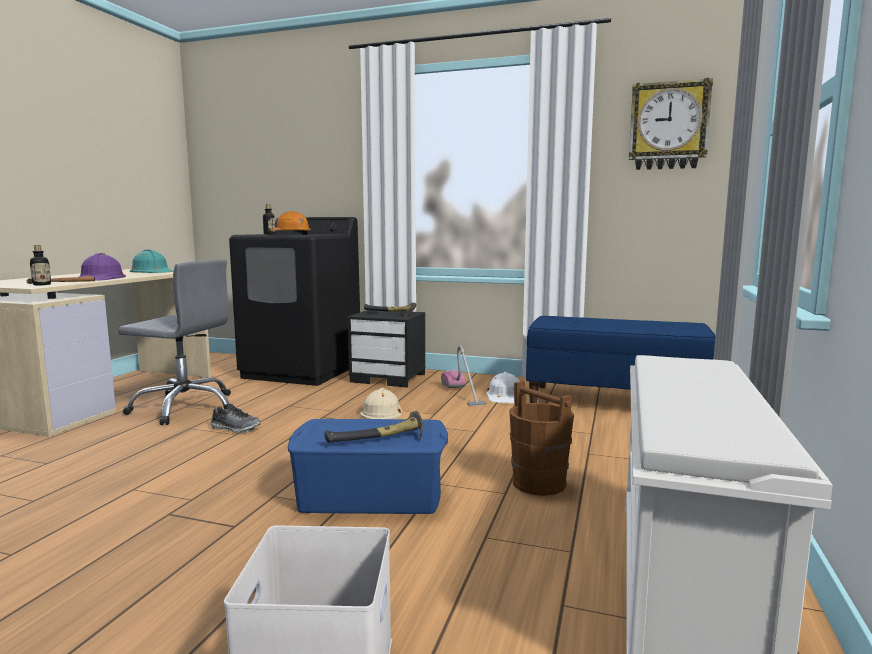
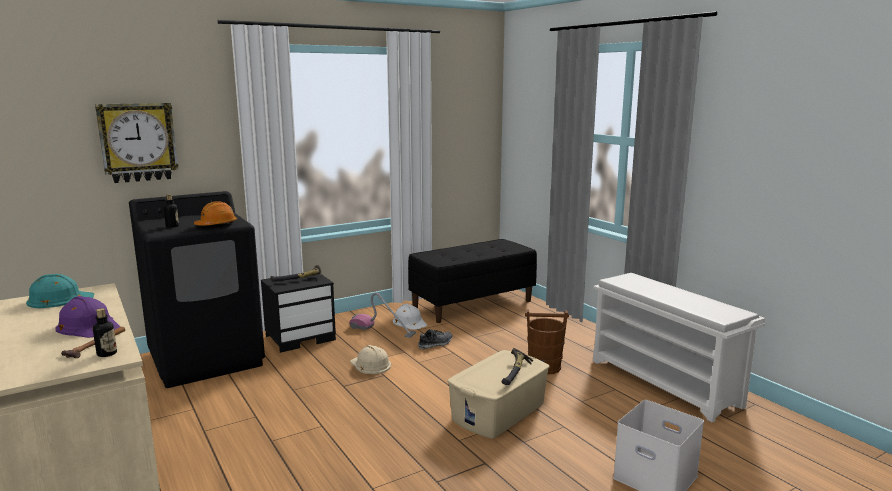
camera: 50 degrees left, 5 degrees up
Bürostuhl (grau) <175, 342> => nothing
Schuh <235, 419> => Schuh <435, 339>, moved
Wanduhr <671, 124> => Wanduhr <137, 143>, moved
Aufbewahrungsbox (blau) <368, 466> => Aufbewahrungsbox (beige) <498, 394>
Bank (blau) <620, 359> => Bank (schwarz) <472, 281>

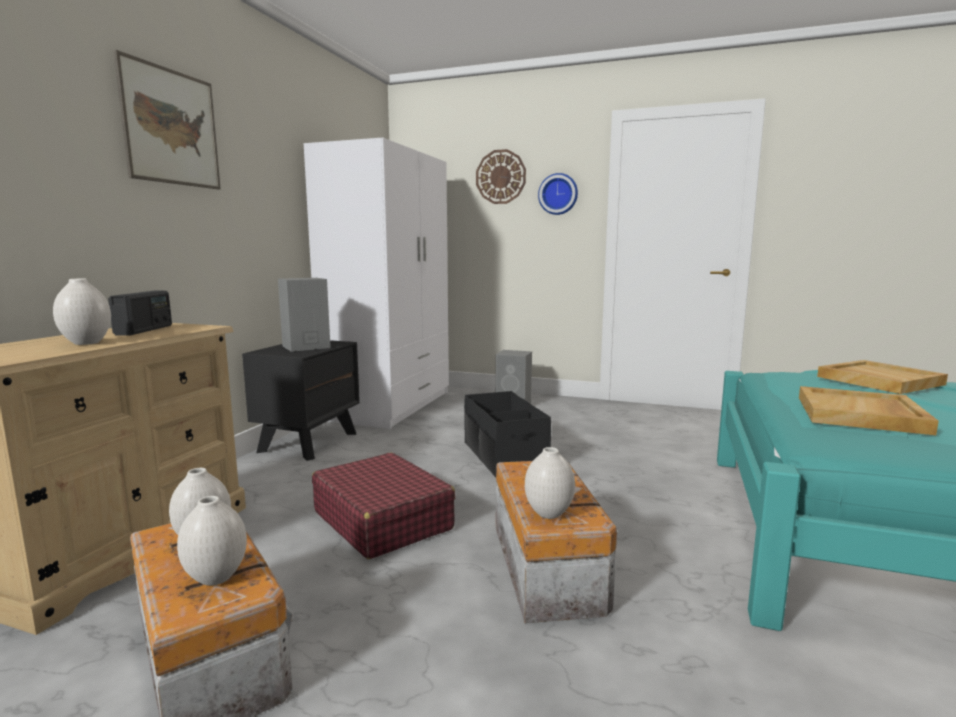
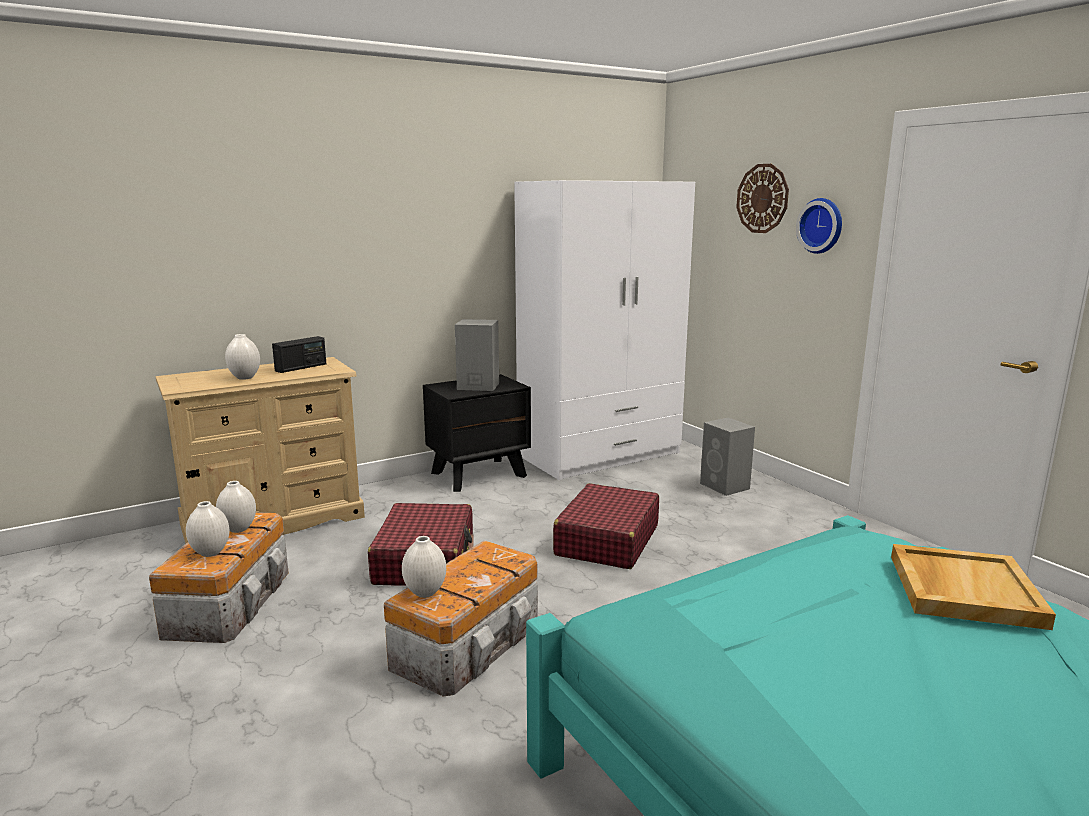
camera: 40 degrees right, 5 degrees up
Bild <167, 119> => nothing
Tablett (beige) <869, 410> => nothing
Aufbewahrungsbox (schwarz) <507, 434> => Koffer (rot) <606, 526>

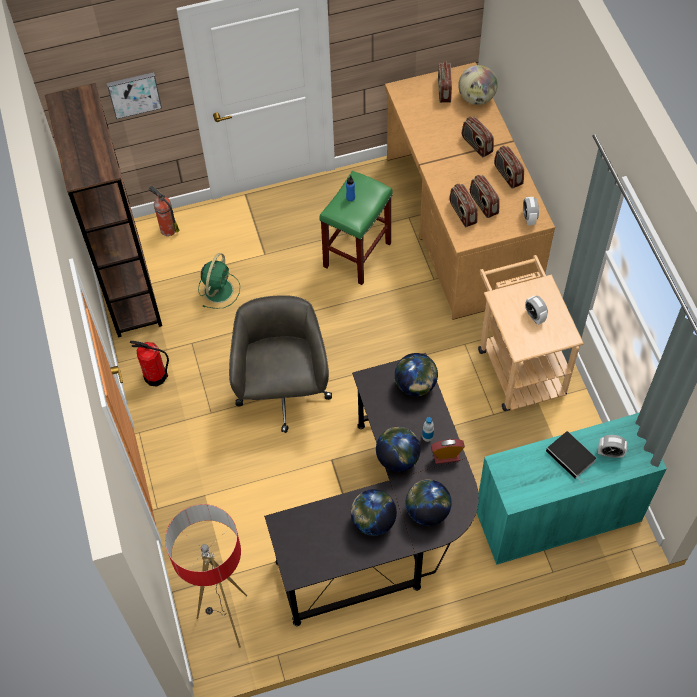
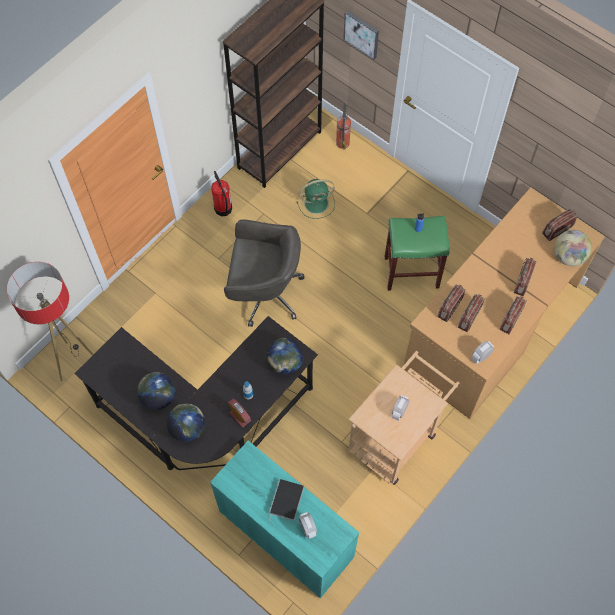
camera: 55 degrees right, 5 degrees up
Globus <398, 449> => nothing
Bürostuhl (grau) <280, 364> => Bürostuhl (grau) <264, 273>, 45 degrees clockwise

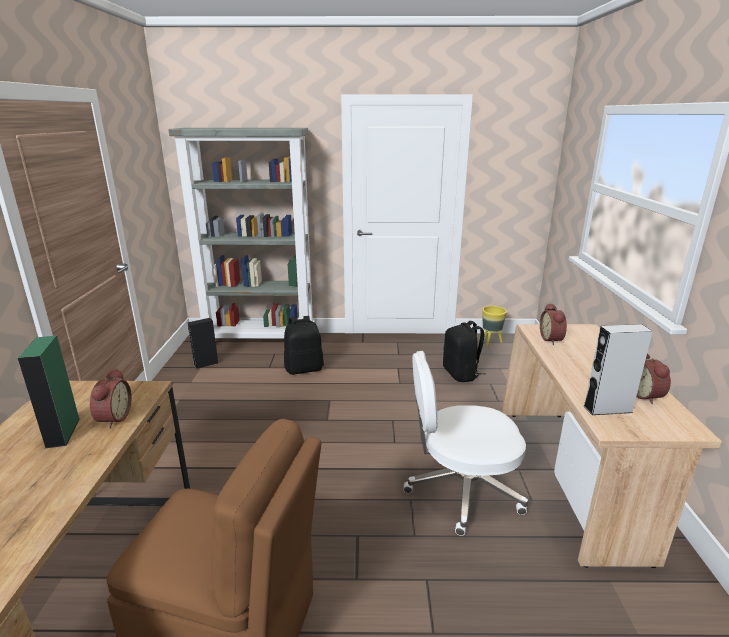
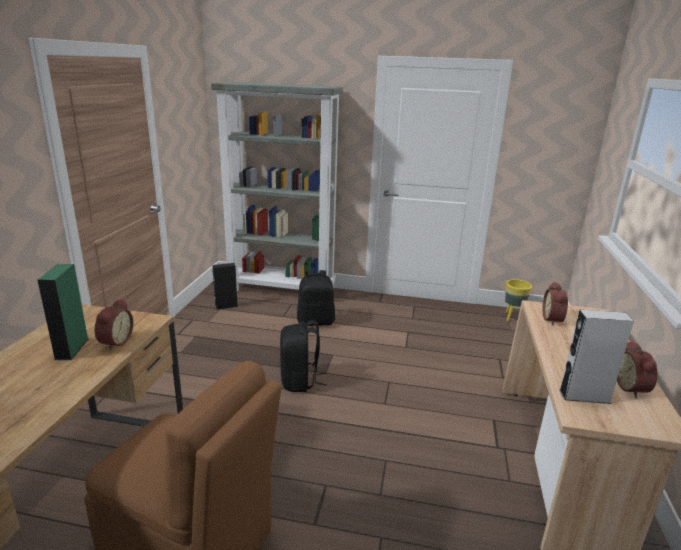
camera: 10 degrees right, 0 degrees up
Bürostuhl (weiß) <465, 443> => nothing
Rucksack (schwarz) <464, 351> => Rucksack (schwarz) <303, 356>, moved

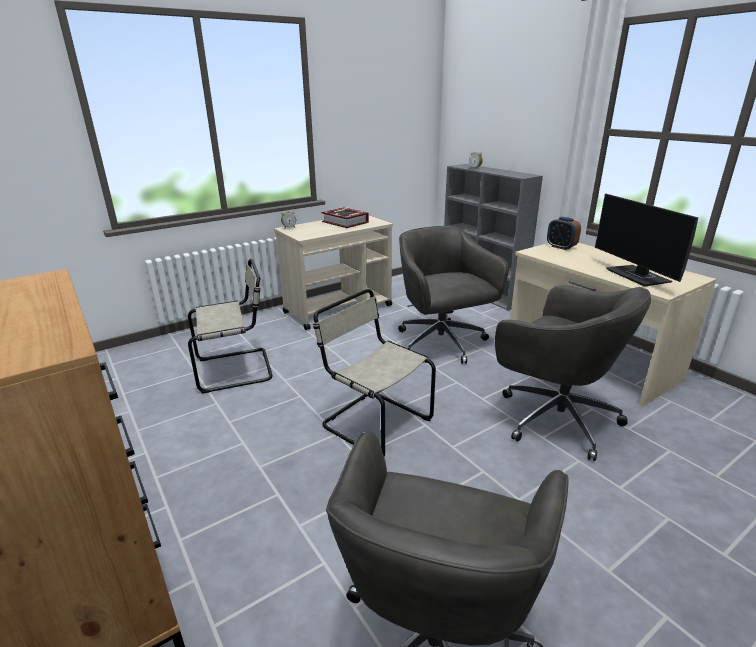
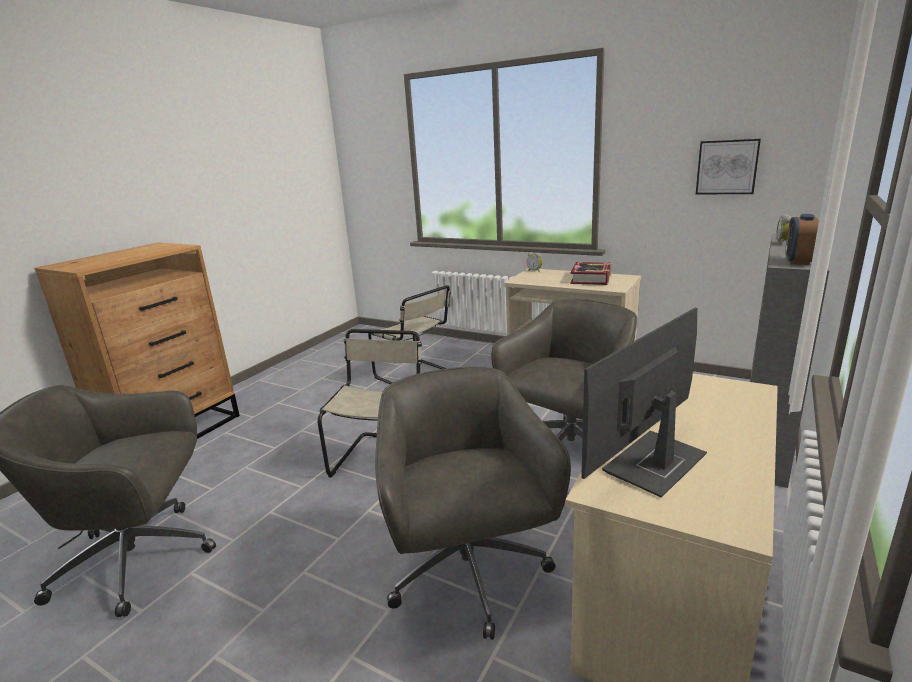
camera: 65 degrees right, 5 degrees down
nothing => Bild <728, 166>
Wecker <564, 233> => Wecker <802, 239>, moved
Bürostuhl (grau) <573, 373> => Bürostuhl (grau) <473, 503>, 150 degrees clockwise

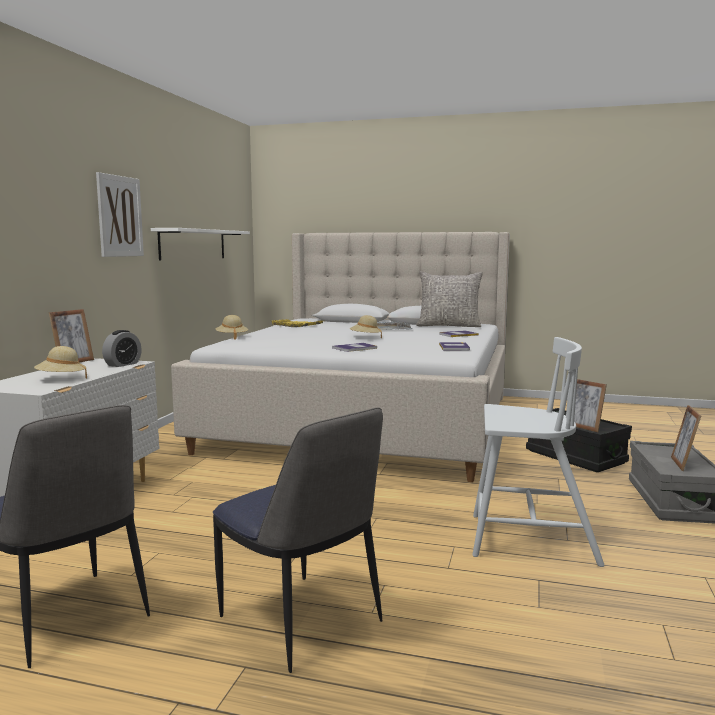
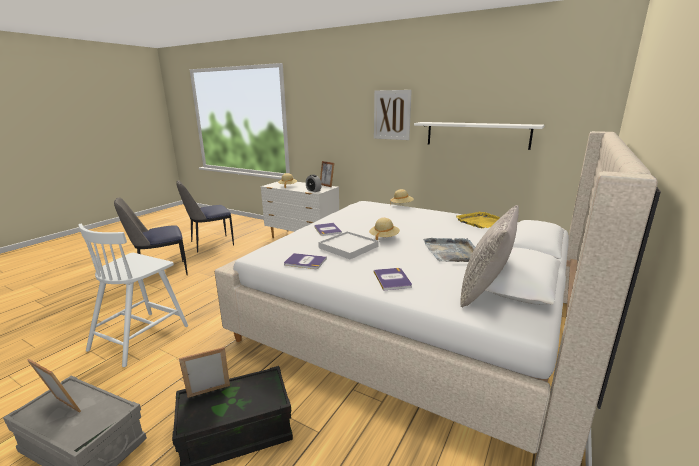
camera: 105 degrees right, 10 degrees up
nothing => Tablett (weiß) <348, 245>

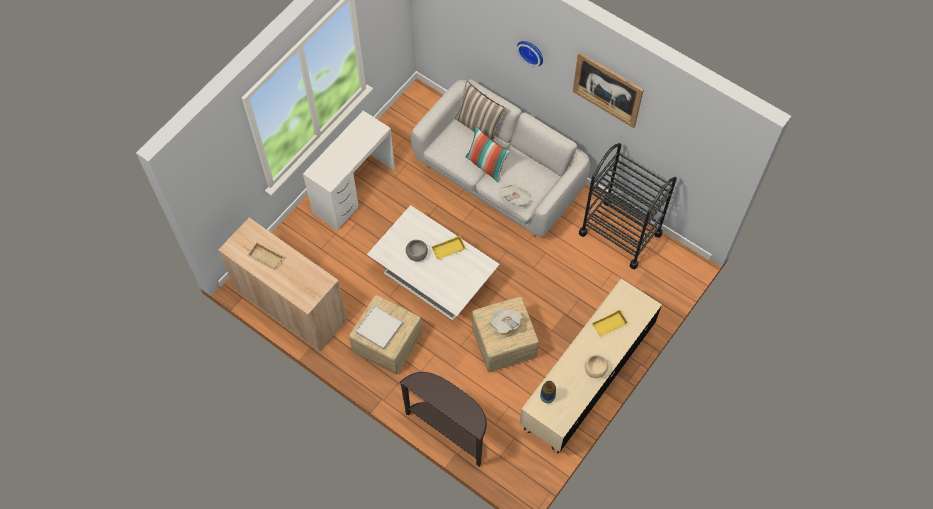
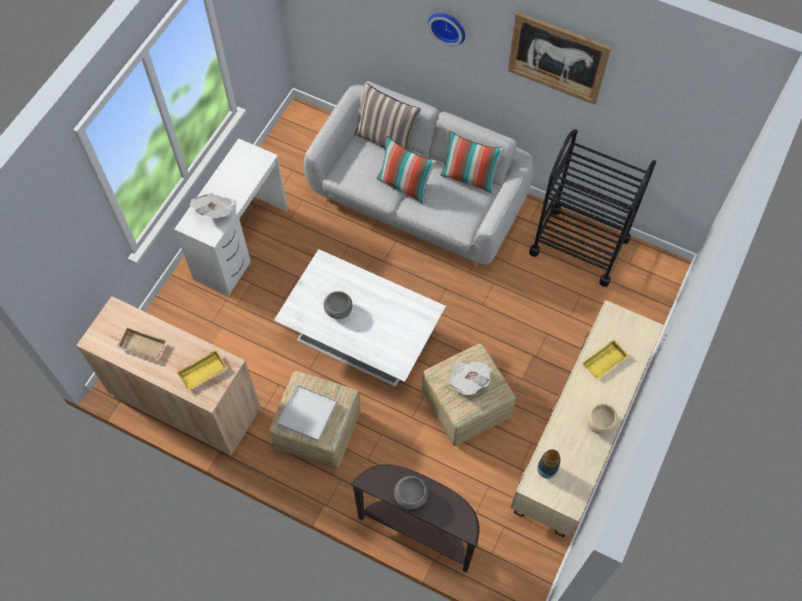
camera: 10 degrees left, 0 degrees up
nothing => Schüssel (grau) <411, 492>
nothing => Kissen <472, 162>
Tablett (gelb) <448, 247> => Tablett (gelb) <202, 370>, moved
Zeitung <515, 194> => Zeitung <212, 205>, moved

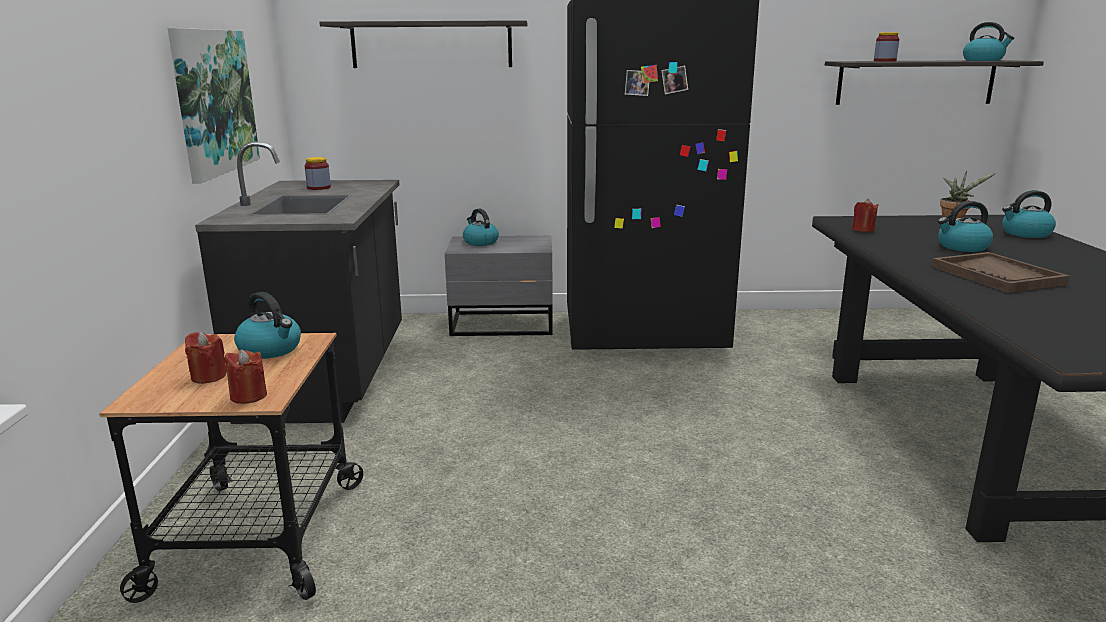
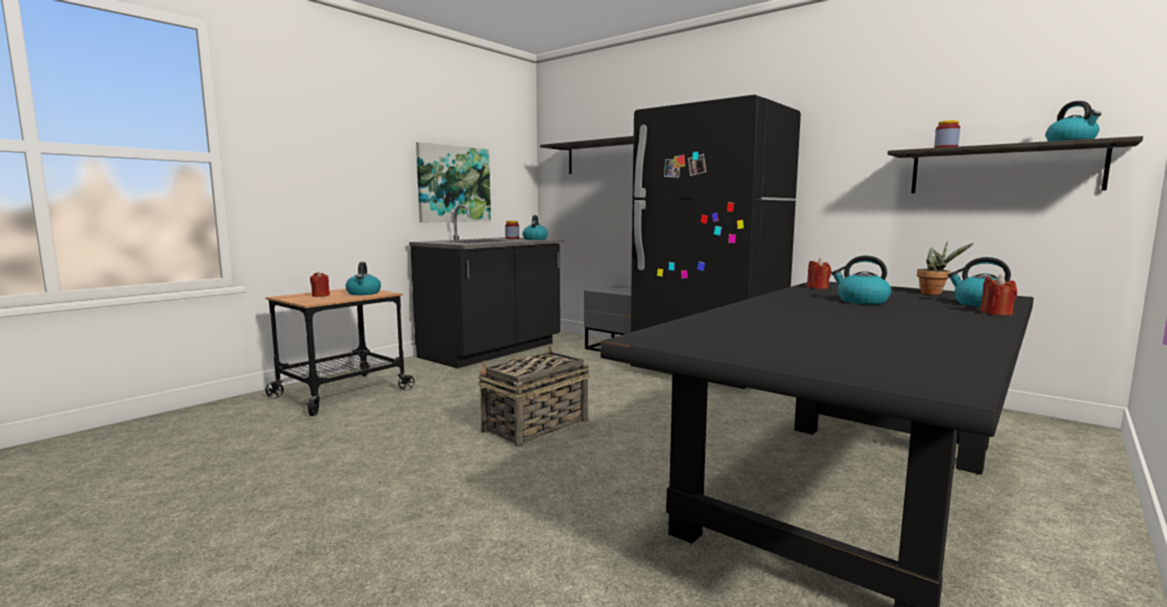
camera: 40 degrees right, 10 degrees down
Tablett (braun) <1000, 272> => nothing
nothing => Korb <534, 396>
Kerze (rot) <246, 377> => Kerze (rot) <998, 295>, moved
Wasserkessel <481, 227> => Wasserkessel <535, 227>, moved

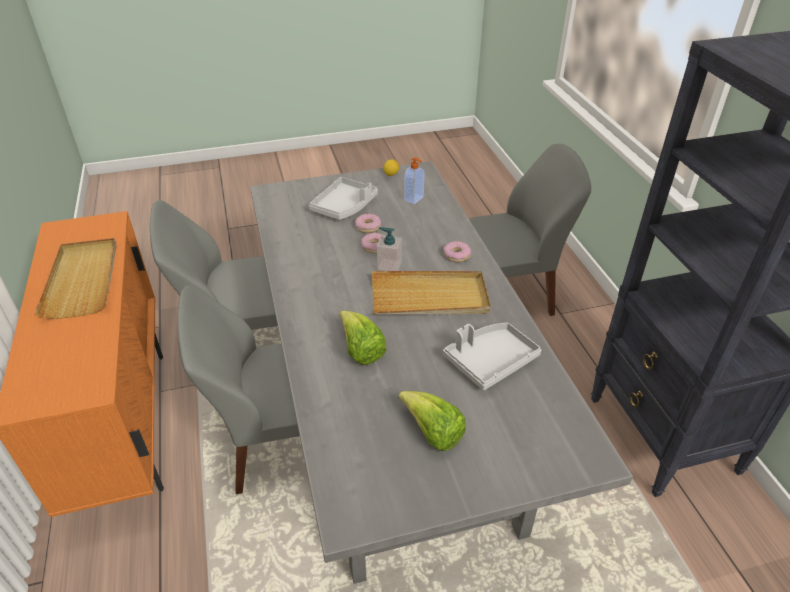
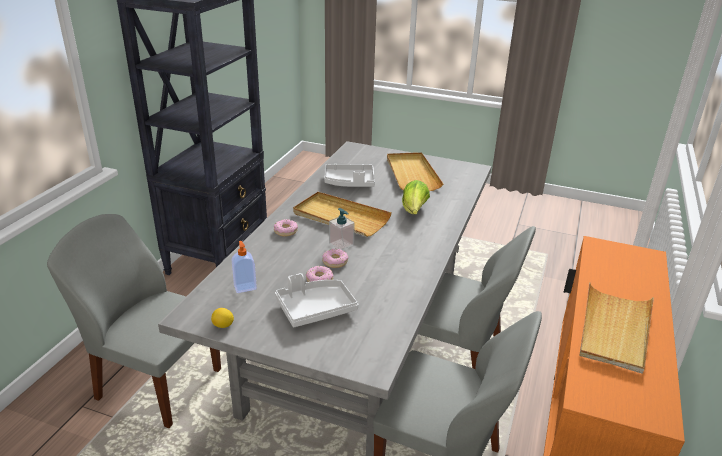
camera: 145 degrees left, 10 degrees down
Salatkopf <432, 421> => Tablett (beige) <415, 171>

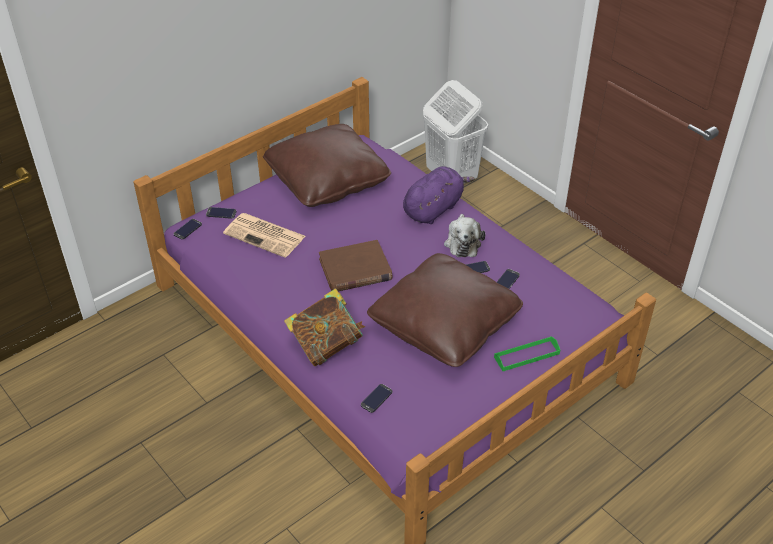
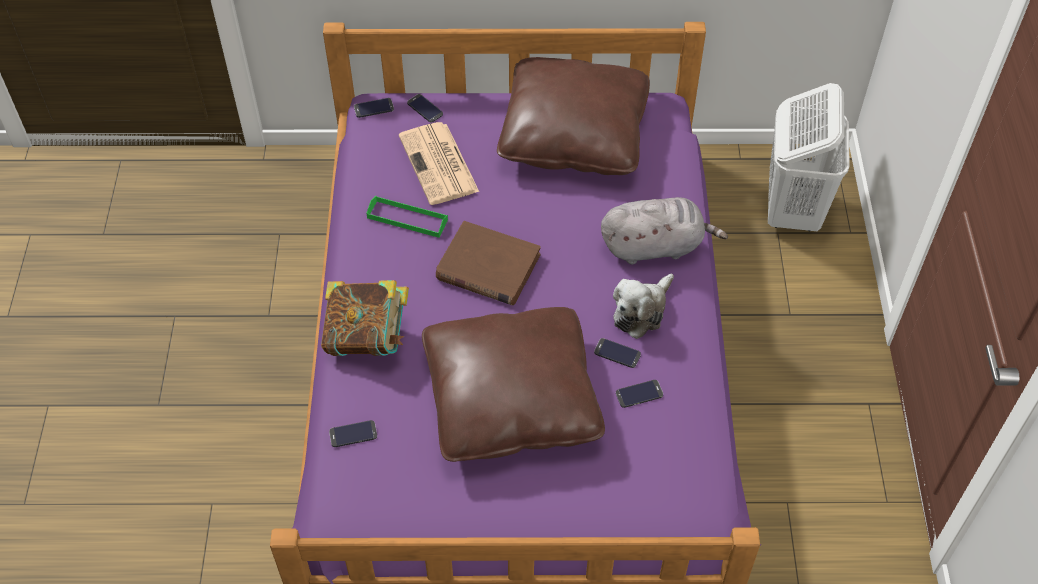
camera: 40 degrees right, 10 degrees up
Tablett (grün) <527, 353> => Tablett (grün) <407, 217>, moved
Plüschtier (lila) <439, 195> => Plüschtier (grau) <664, 230>

